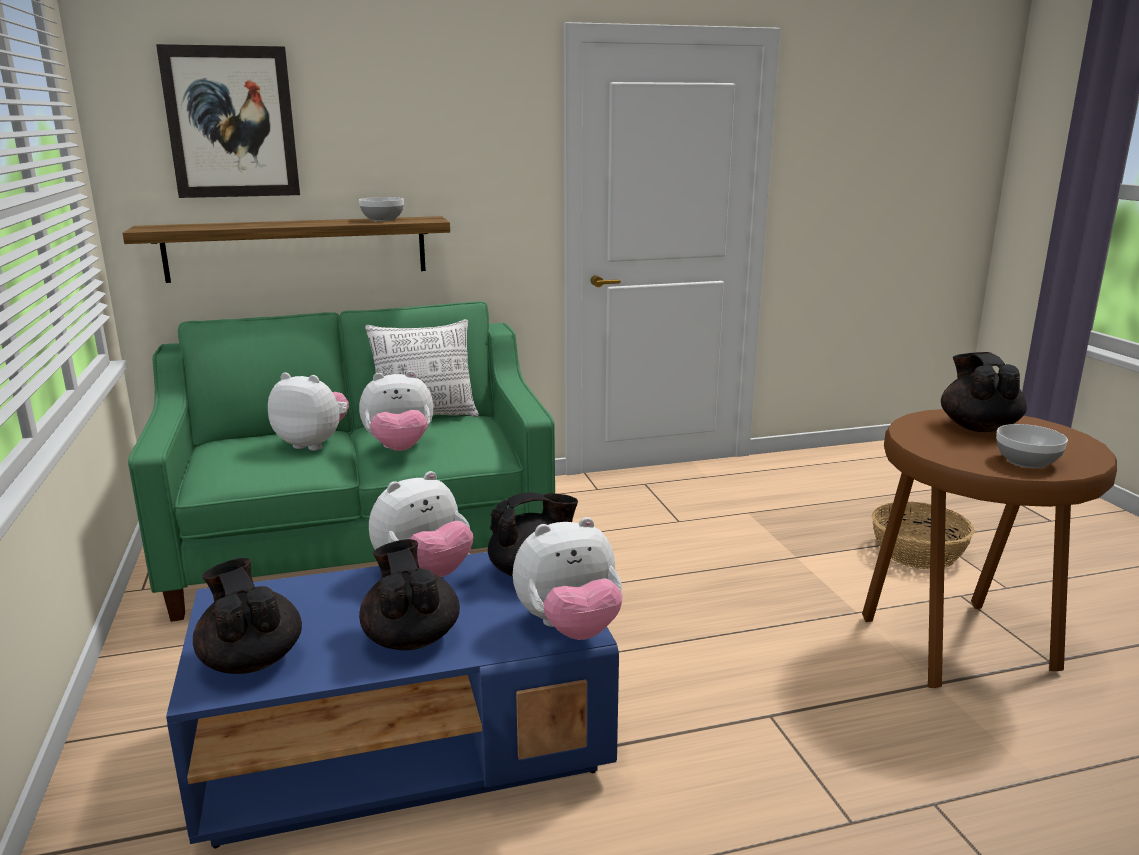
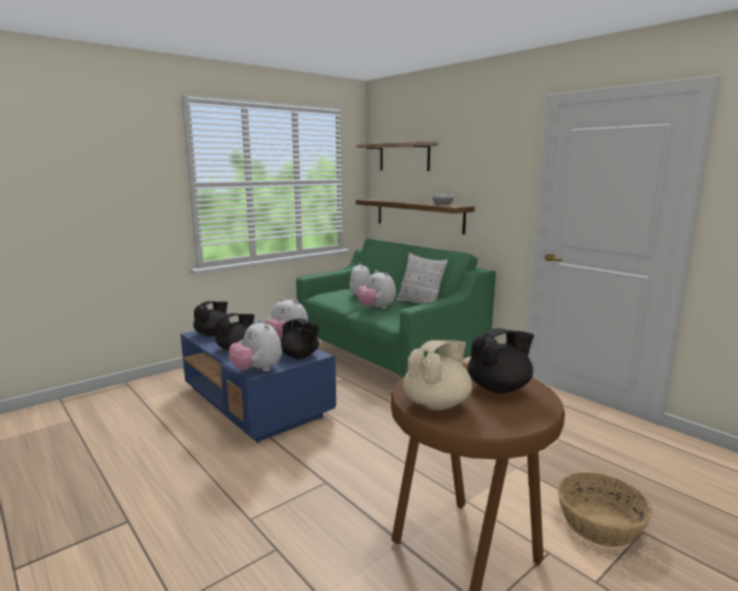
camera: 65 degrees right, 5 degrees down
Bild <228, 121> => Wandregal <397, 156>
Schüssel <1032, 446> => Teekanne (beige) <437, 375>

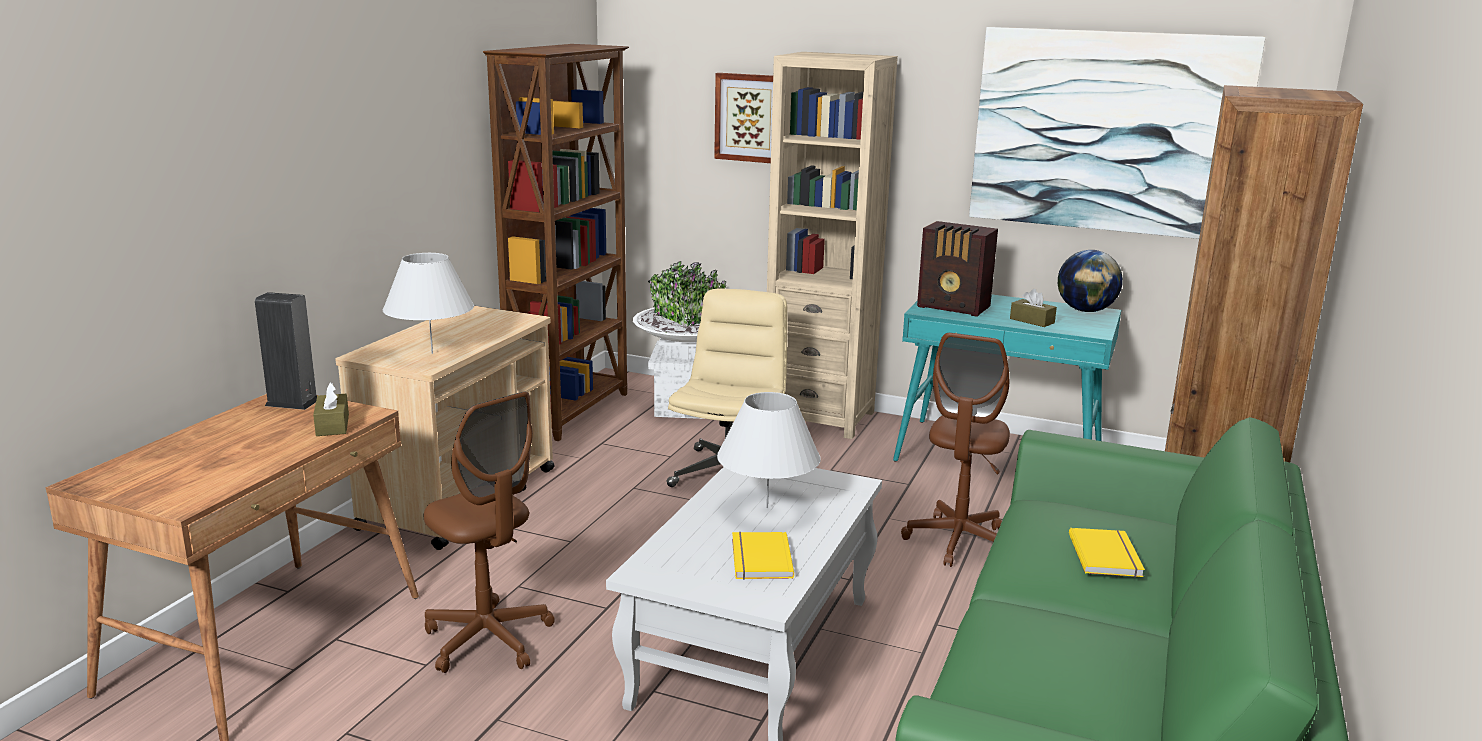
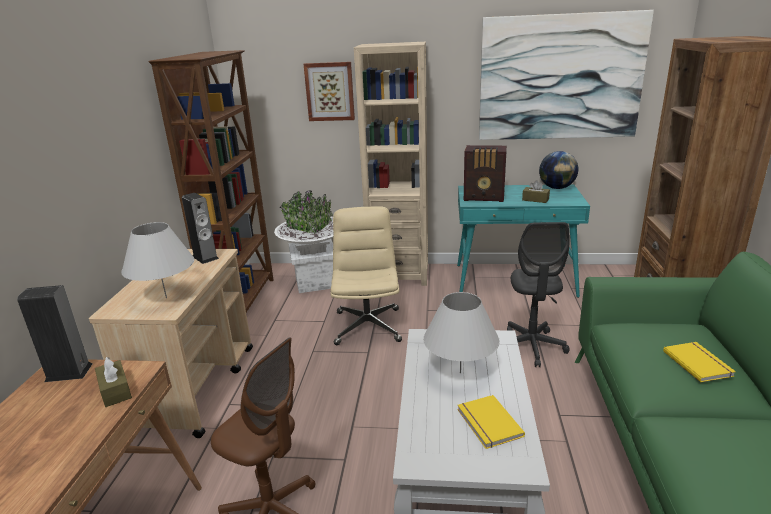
camera: 15 degrees left, 5 degrees up
nothing => Lautsprecher <200, 228>
Bürostuhl (braun) <955, 450> => Bürostuhl (grau) <538, 294>

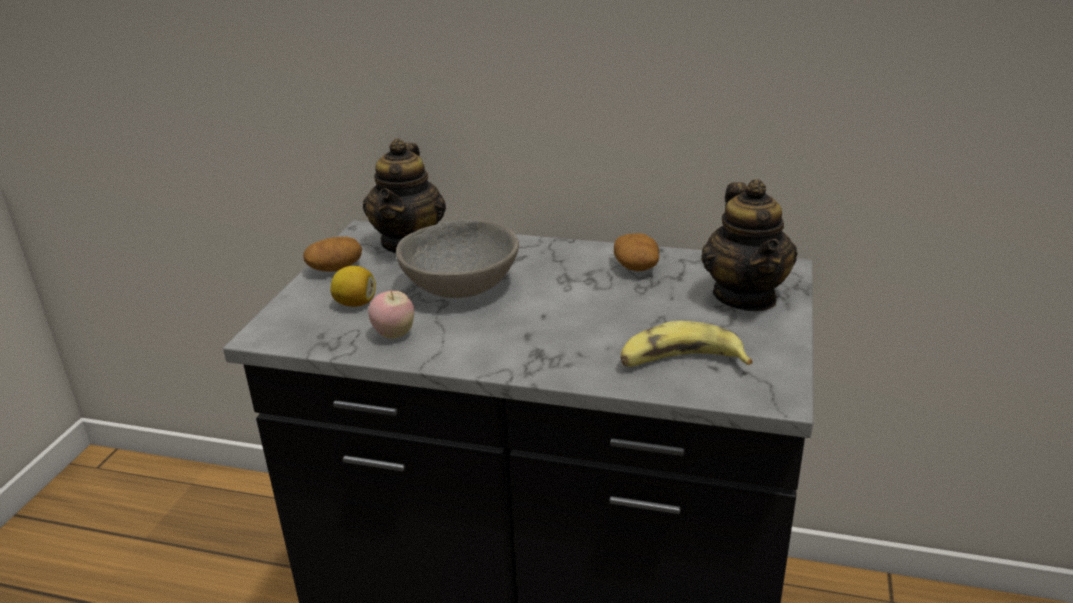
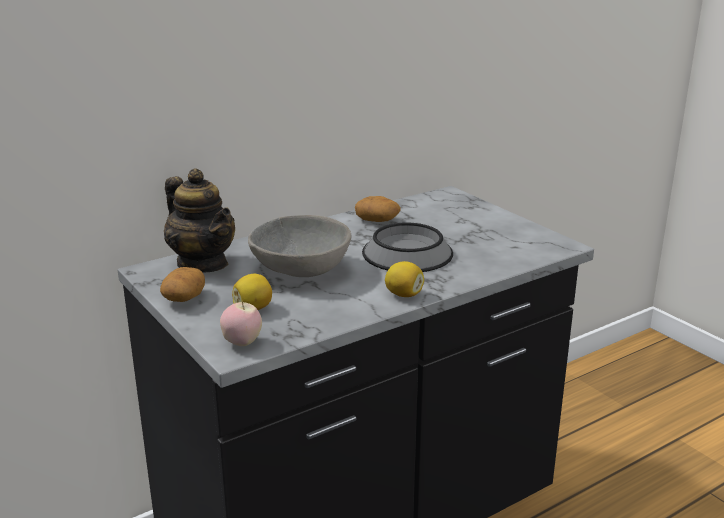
camera: 50 degrees left, 5 degrees down
Banane <687, 344> => nothing
Teekanne <749, 245> => nothing
nothing => Schüssel <407, 247>
nothing => Zitrone <404, 279>
Apfel <391, 314> => Apfel <241, 323>, moved

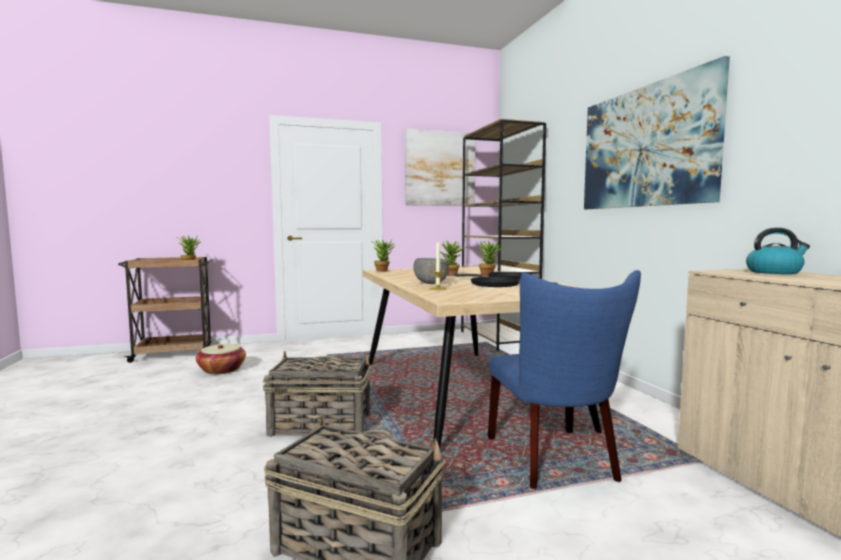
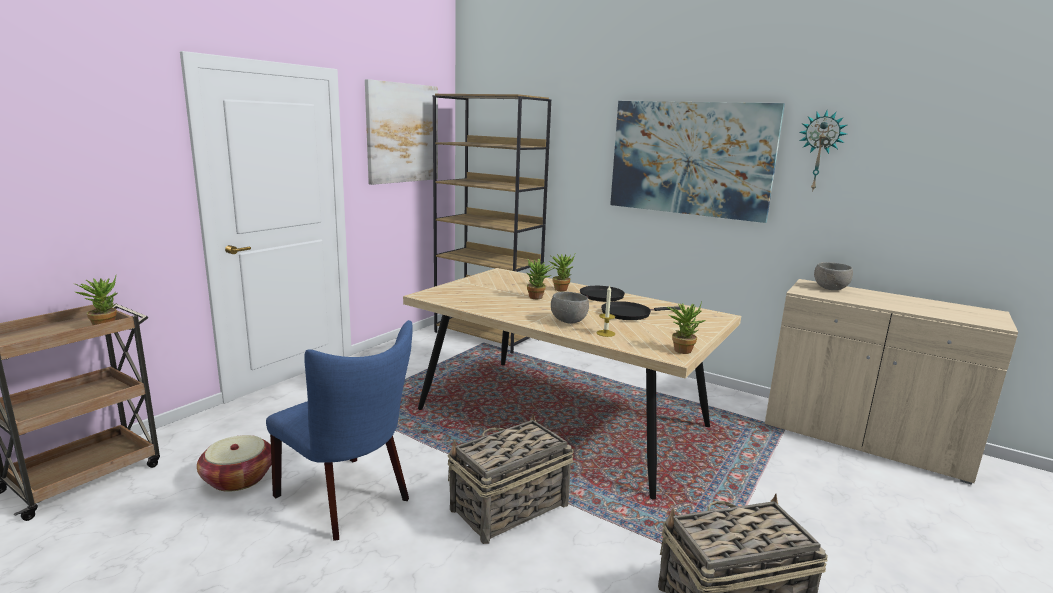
camera: 40 degrees left, 10 degrees up
nothing => Wanduhr <823, 151>
Topfpflanze <384, 255> => Topfpflanze <686, 328>, moved
Stuhl (blau) <564, 379> => Stuhl (blau) <339, 430>, moved
Wasserkessel <778, 251> => Schüssel (grau) <833, 276>

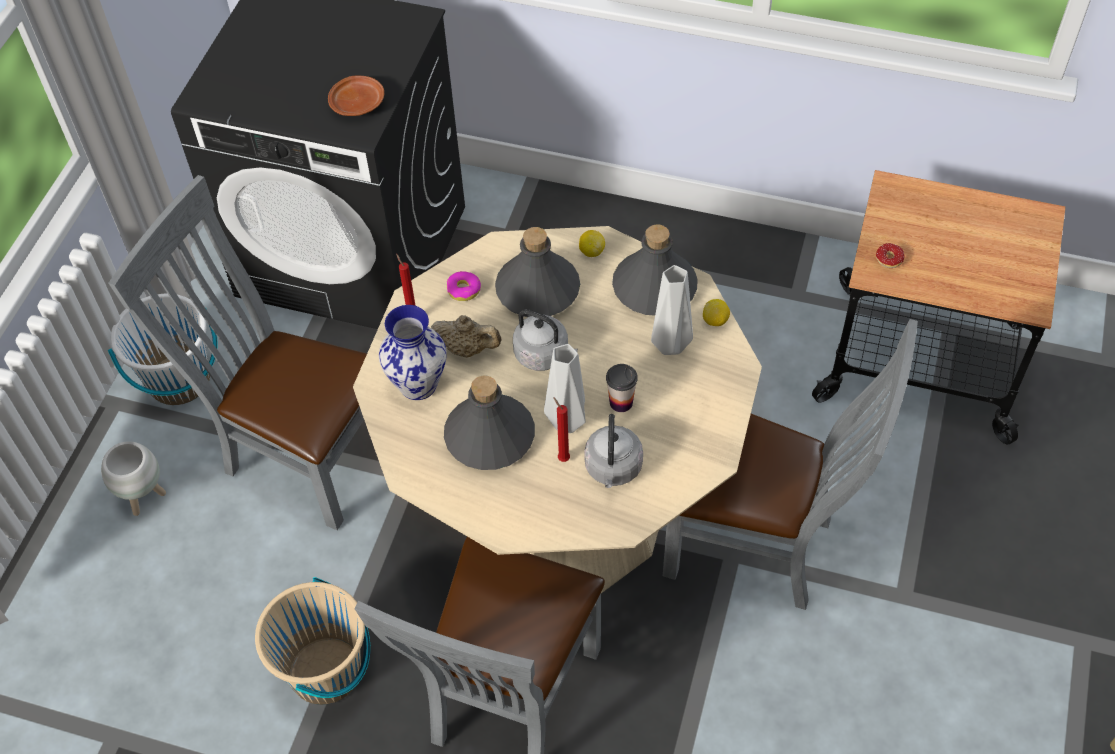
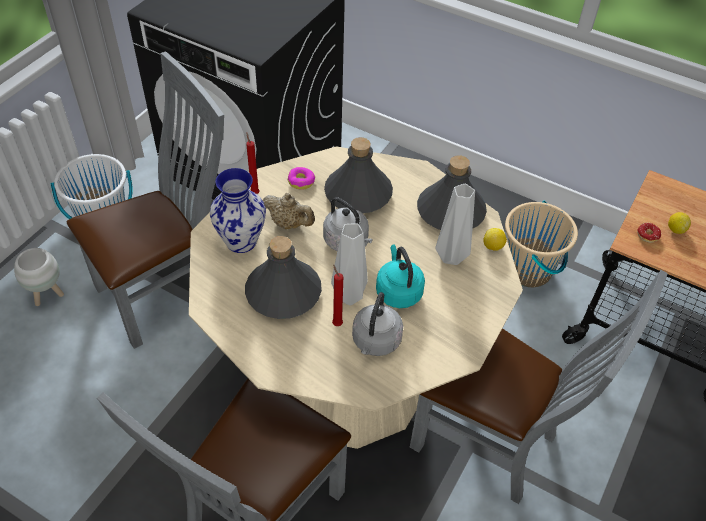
camera: 10 degrees right, 5 degrees down
Teller (braun) <356, 96> => nothing
Eimer (beige) <312, 641> => Eimer (beige) <541, 244>, moved
Zitrone <592, 243> => Zitrone <679, 223>, moved
Tasse <622, 388> => Wasserkessel (türkis) <400, 276>
Stuhl (grau) <237, 352> => Stuhl (grau) <145, 200>, 105 degrees clockwise

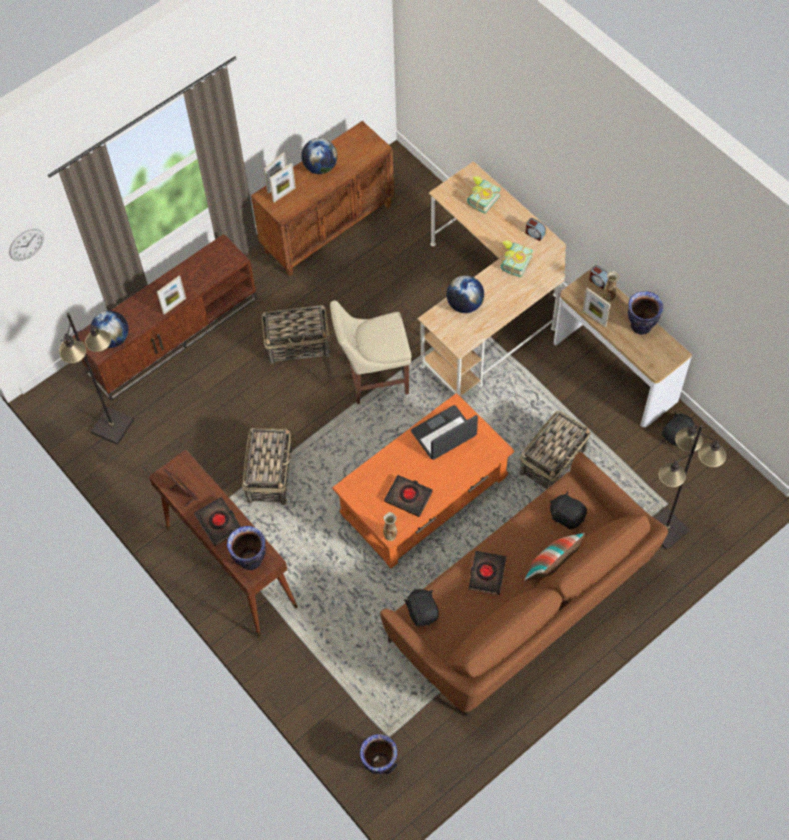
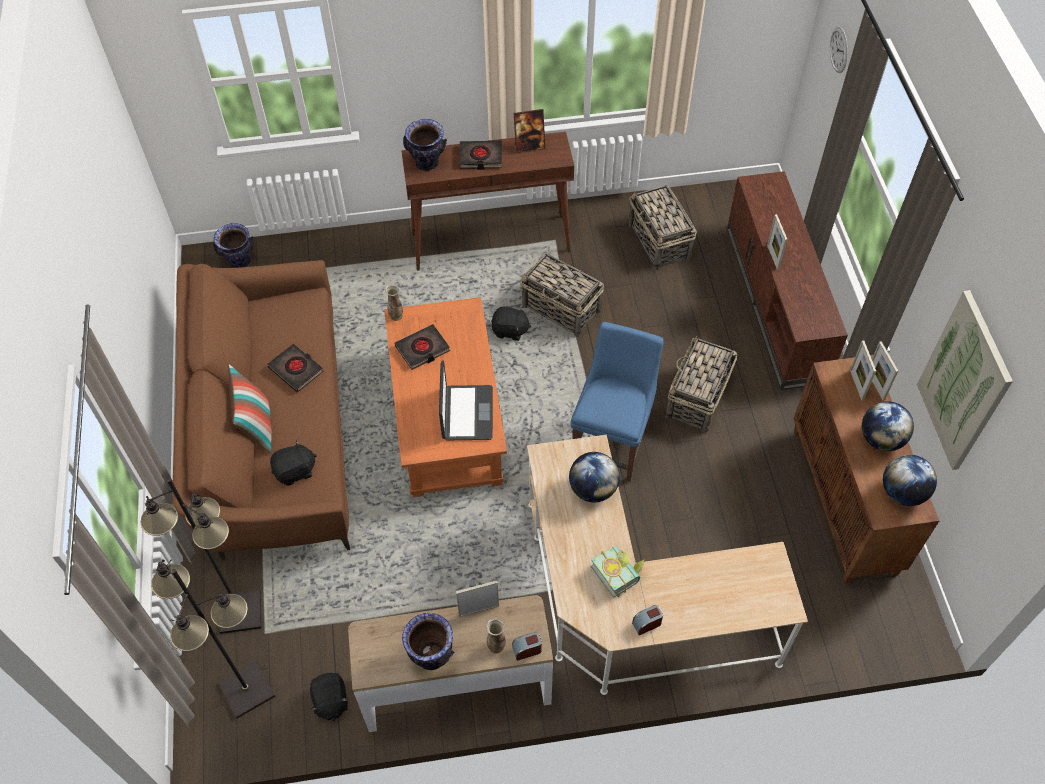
camera: 120 degrees right, 5 degrees down
Buch <484, 194> => nothing
nothing => Bild <965, 380>
Stehlampe (schwarz) <96, 379> => Stehlampe (schwarz) <213, 638>, moved
Globus <109, 329> => Globus <910, 480>, moved
Plüschtier (schwarz) <421, 607> => Plüschtier (schwarz) <511, 323>, moved
Korb <555, 449> => Korb <663, 227>, moved
Stuhl (beige) <371, 352> => Stuhl (blau) <617, 402>

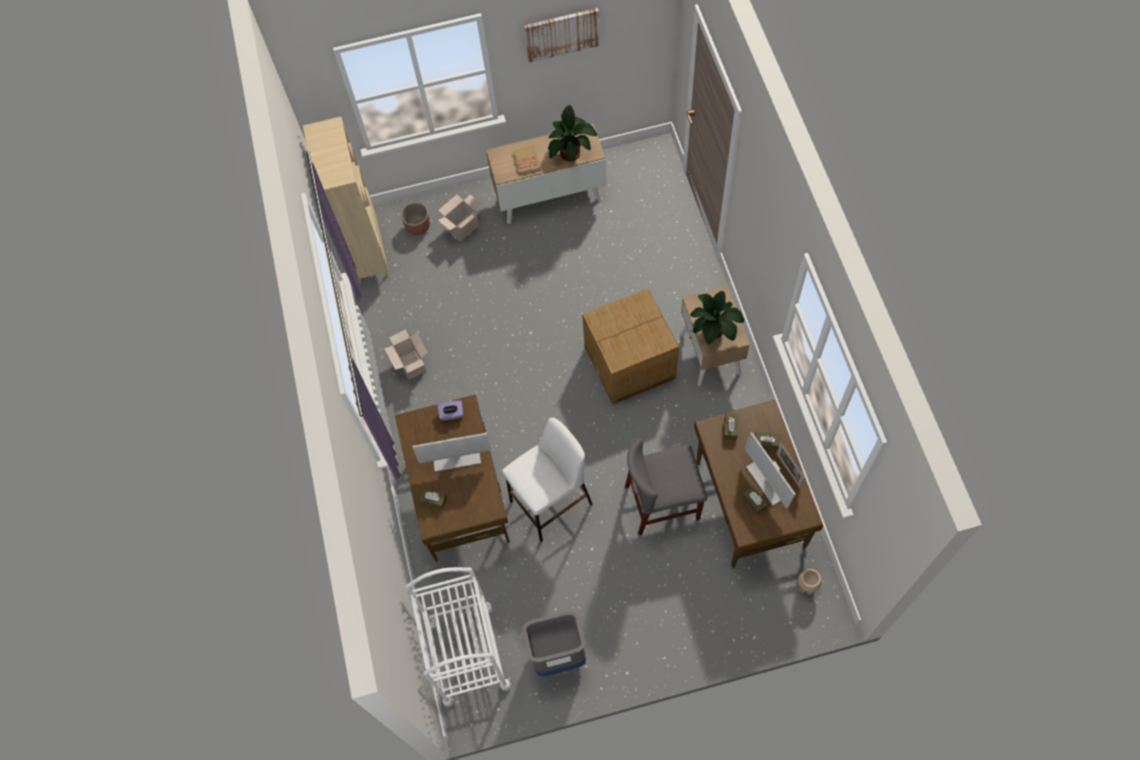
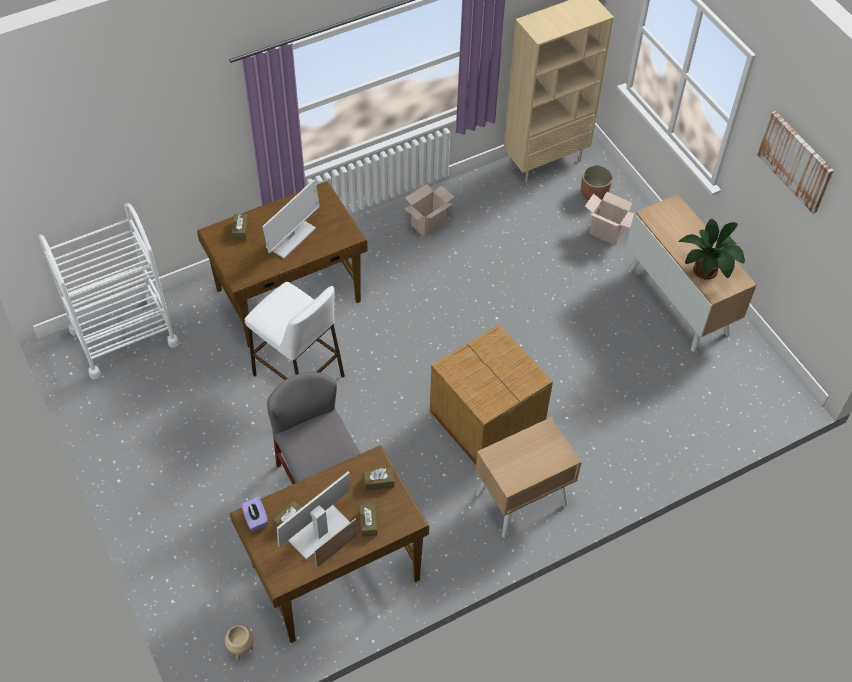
camera: 70 degrees right, 10 degrees down
Buch <527, 160> => nothing
Mülleimer (grau) <554, 643> => nothing
Topfpflanze <717, 317> => nothing
Taschentuchbox (lila) <450, 411> => Taschentuchbox (lila) <255, 513>, moved
Monitor <452, 452> => Monitor <291, 219>, 120 degrees counterclockwise

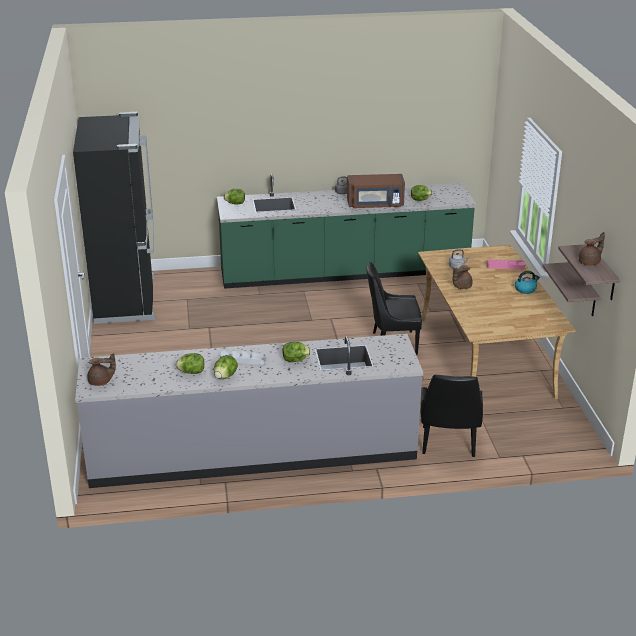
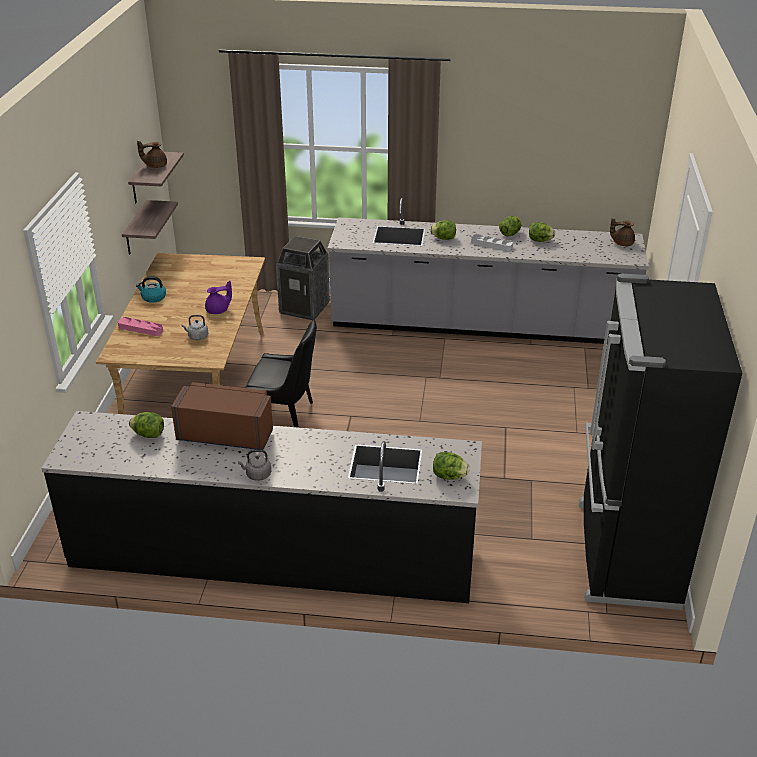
camera: 165 degrees left, 5 degrees up
Stuhl (schwarz) <452, 416> => Mülleimer <303, 278>
Küchenzeile (grün) <347, 231> => Küchenzeile (schwarz) <261, 507>
Teekanne (braun) <463, 277> => Teekanne (lila) <218, 297>

